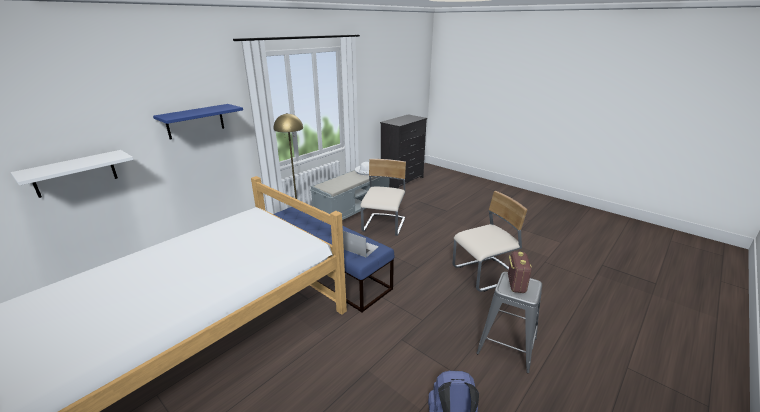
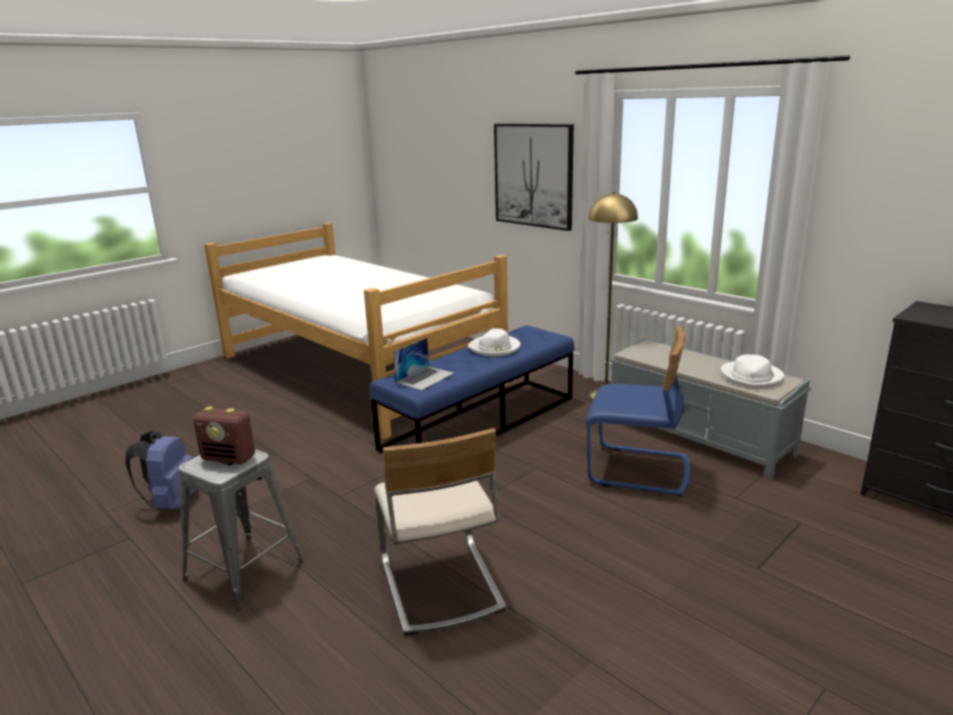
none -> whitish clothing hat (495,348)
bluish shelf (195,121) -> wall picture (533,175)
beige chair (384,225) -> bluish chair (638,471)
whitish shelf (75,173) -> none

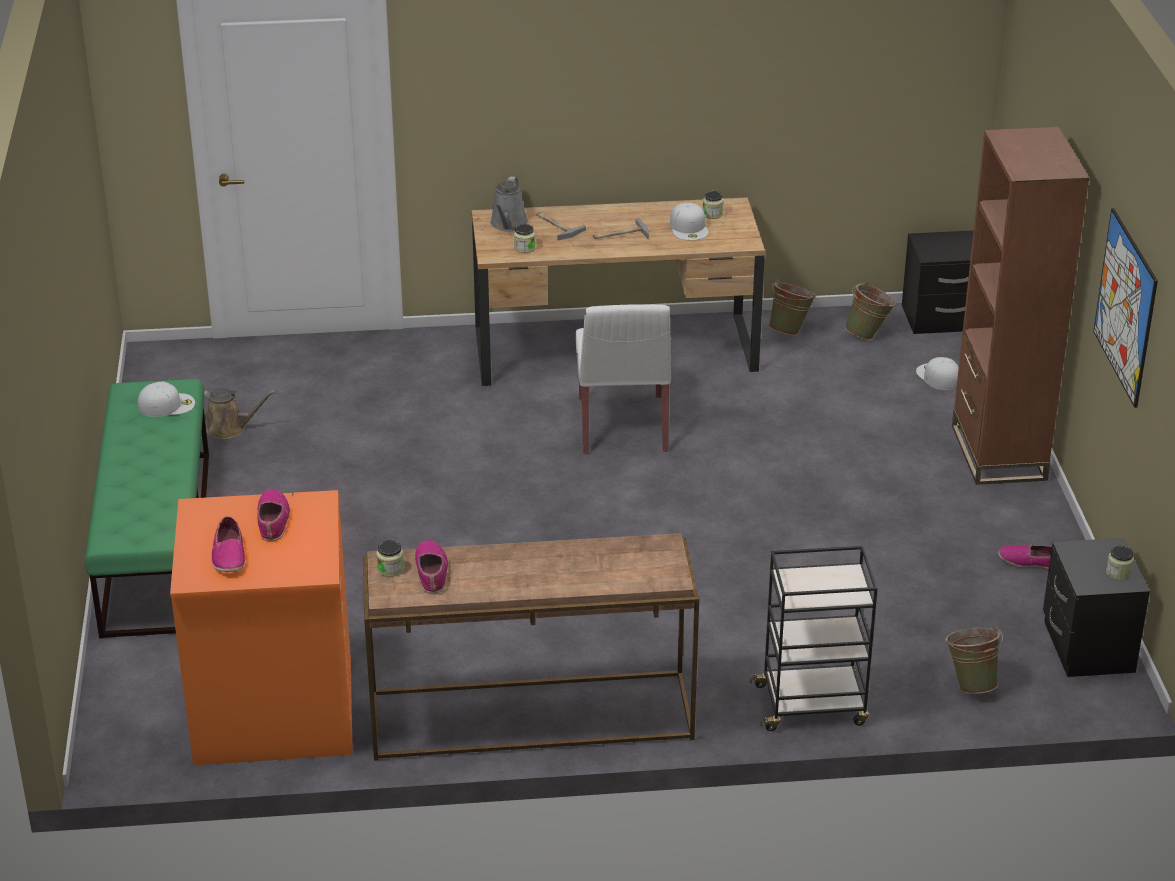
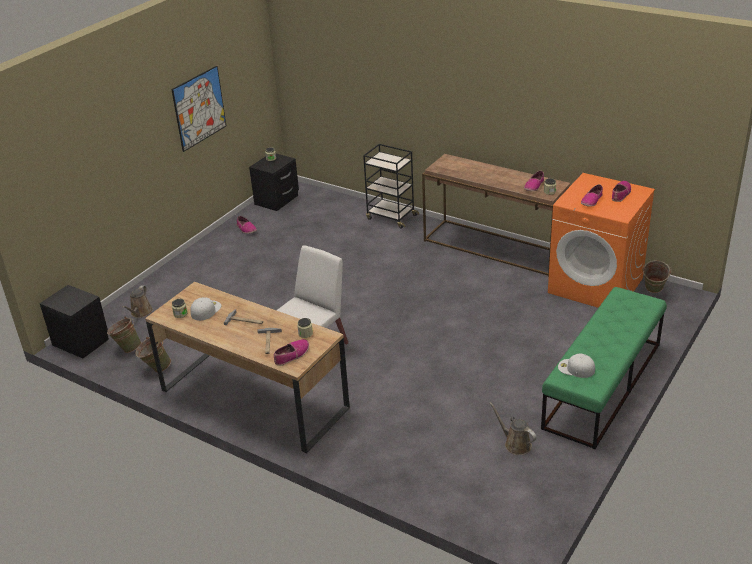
whitish cap (937,376) -> brown watering pot (140,313)
gray watering pot (508,224) -> shoe (292,355)
green-coloured pail (970,683) -> green-coloured pail (653,292), relocated
brown bookcase (998,453) -> none

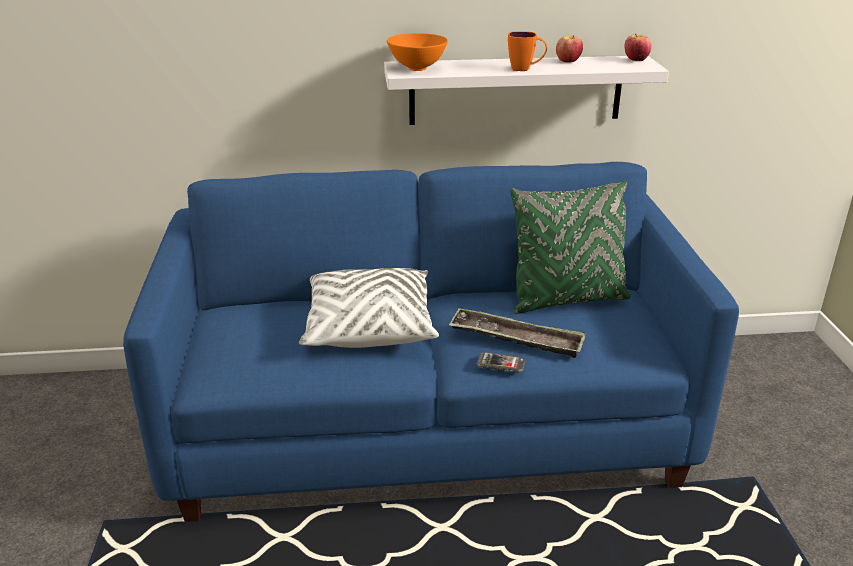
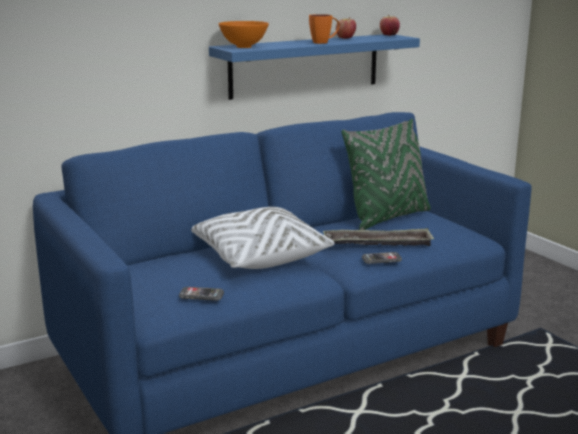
none -> handset (201,295)
whitish shelf (516,90) -> bluish shelf (305,65)

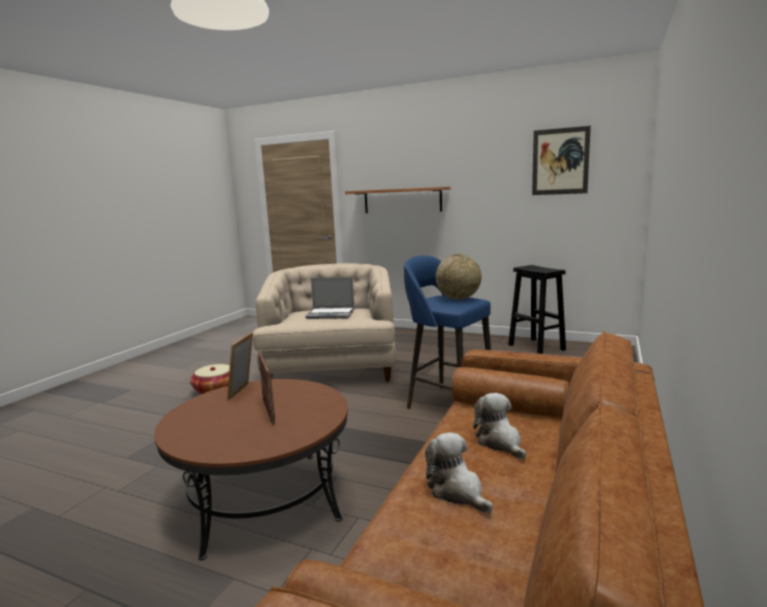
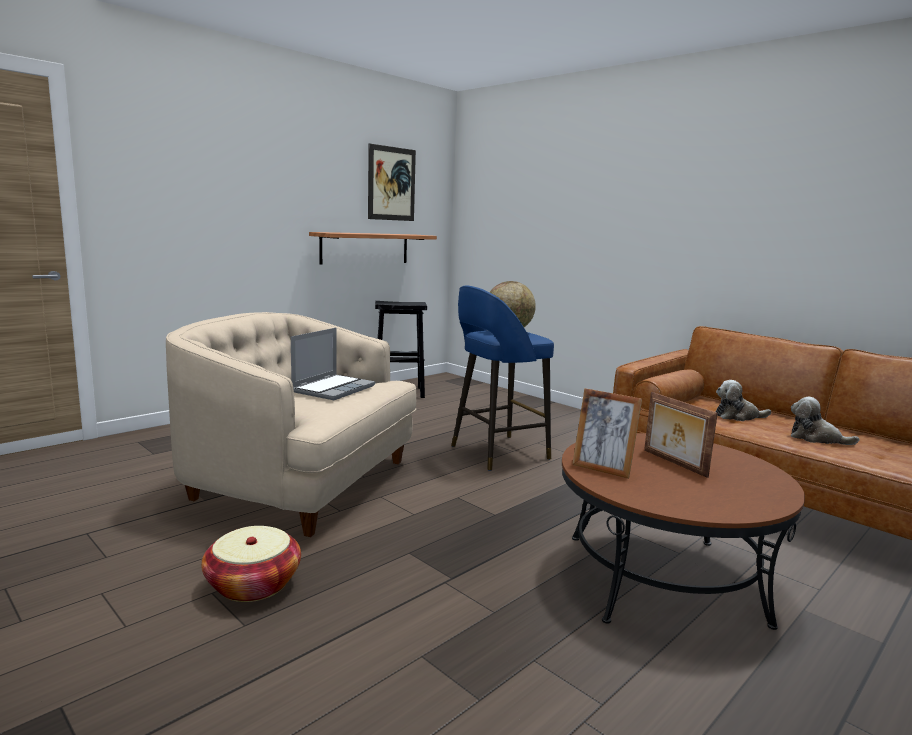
shelf (402,200) -> shelf (365,248), relocated
photo frame (269,411) -> photo frame (673,463), 120 degrees counterclockwise
cuddly toy (457,491) -> cuddly toy (816,438), 45 degrees clockwise

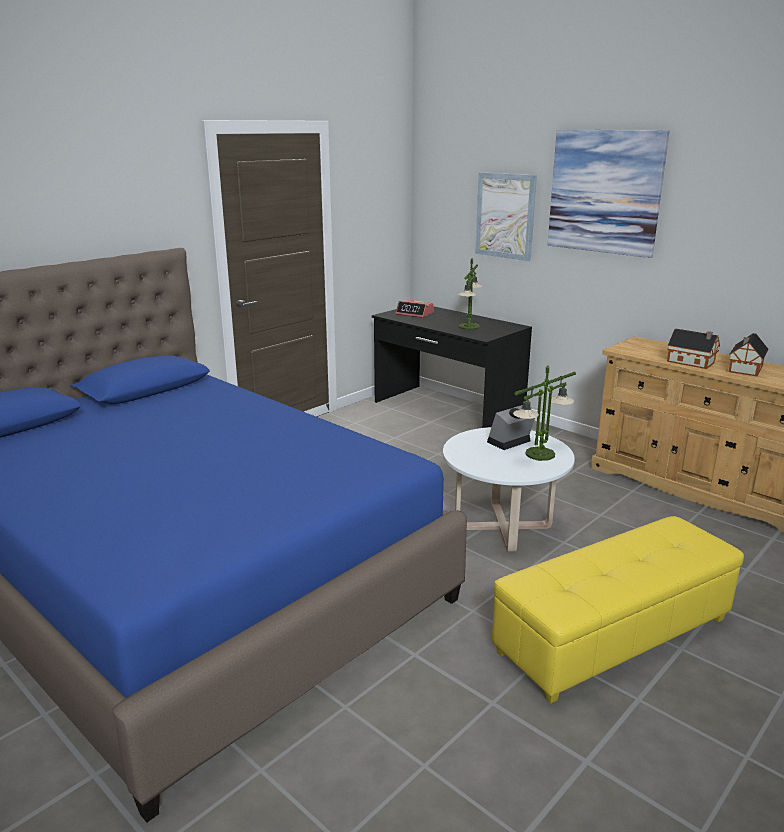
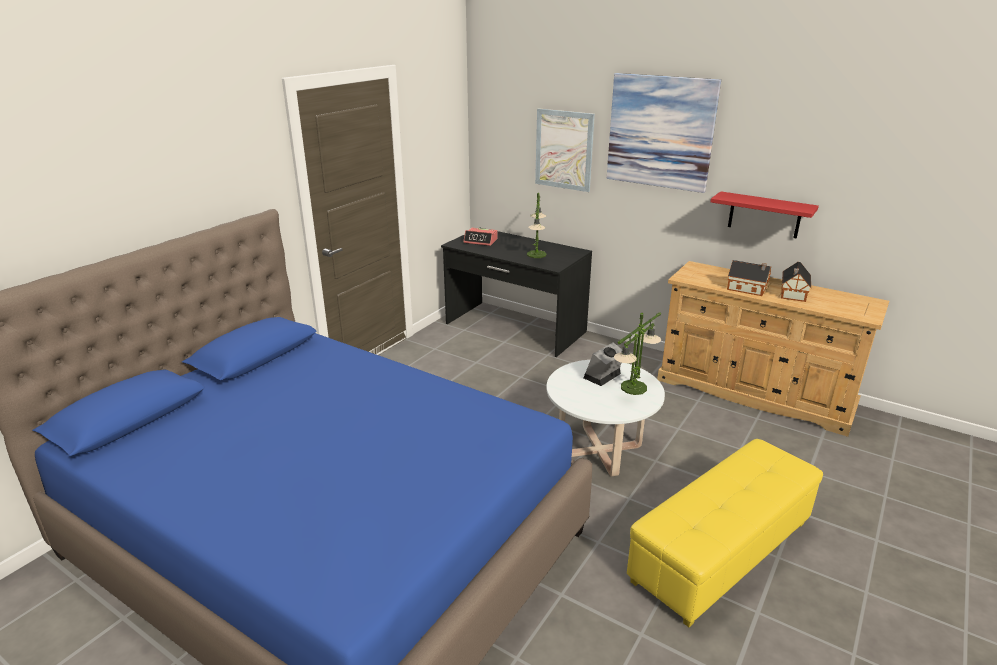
none -> red-coloured shelf (764,215)

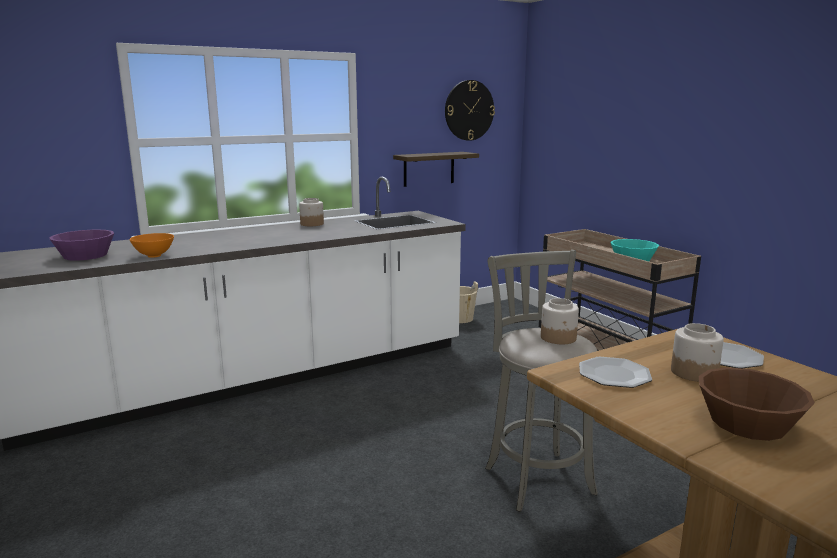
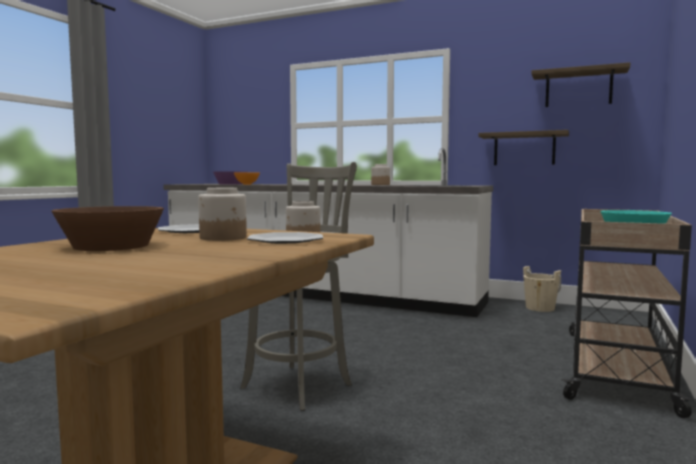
wall clock (469,110) -> shelf (578,88)

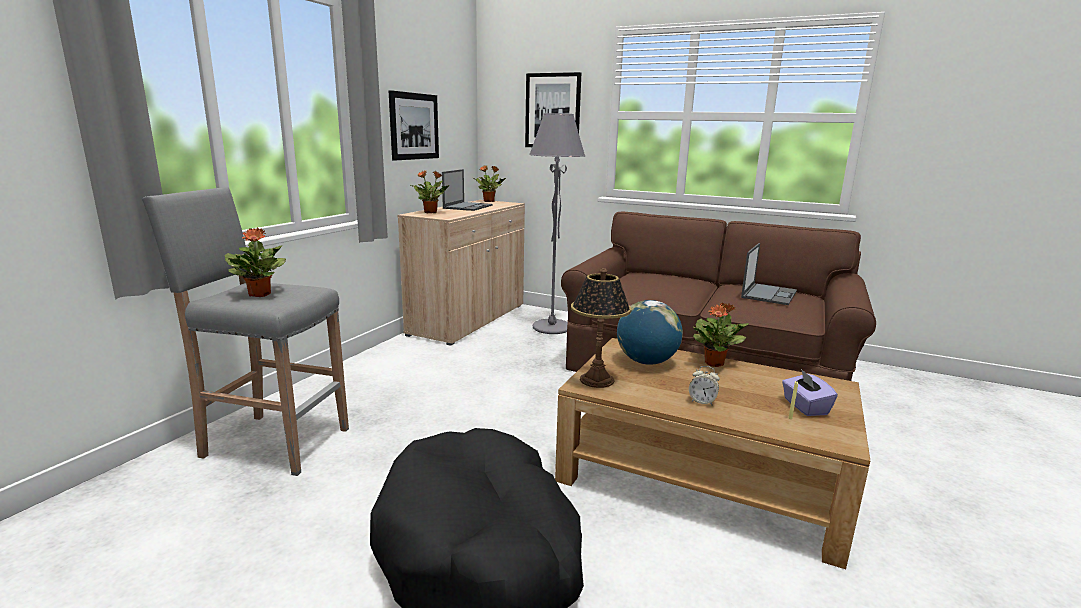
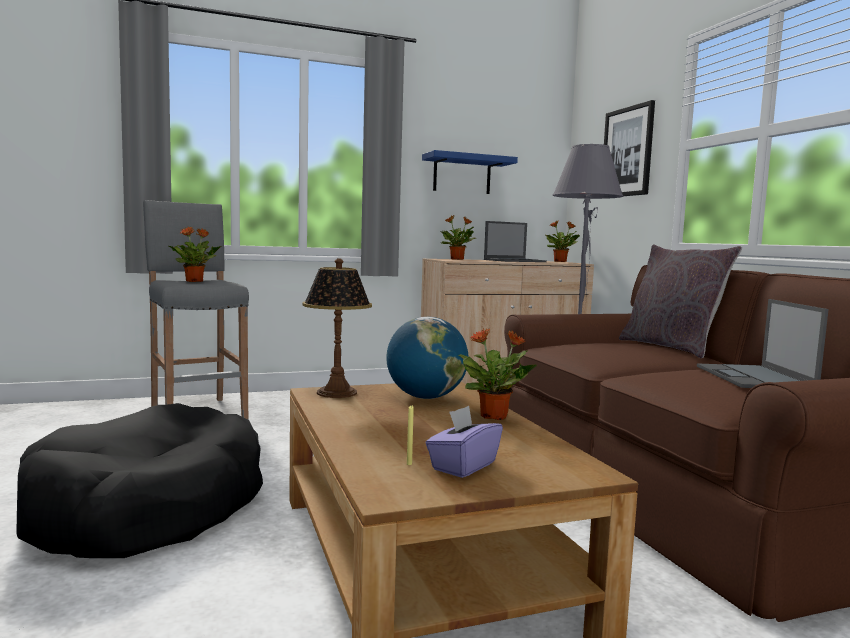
wall picture (414,126) -> bluish shelf (462,175)
none -> gray throw pillow (671,347)
portable computer (769,294) -> portable computer (754,378), 105 degrees clockwise
bedside clock (702,401) -> none

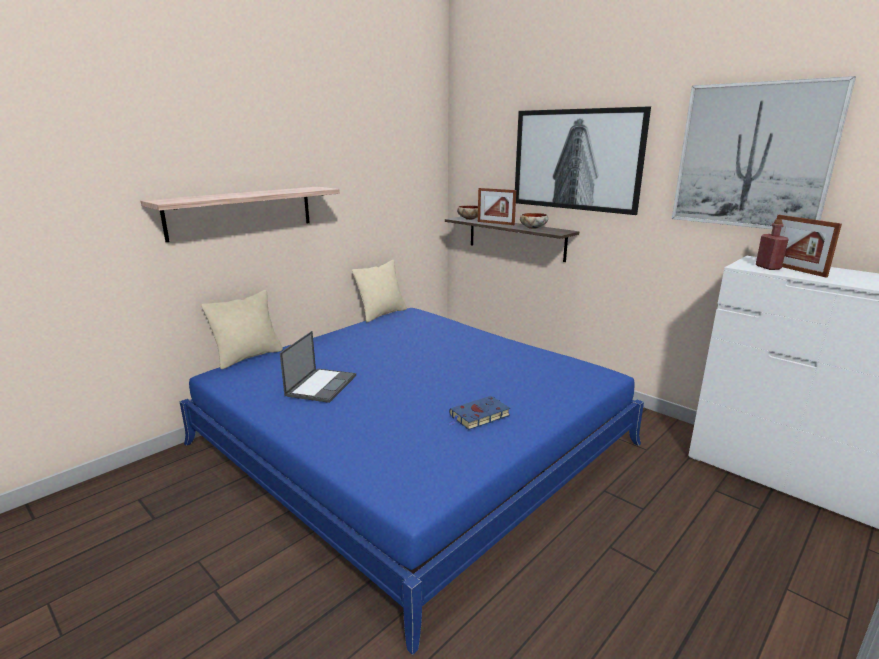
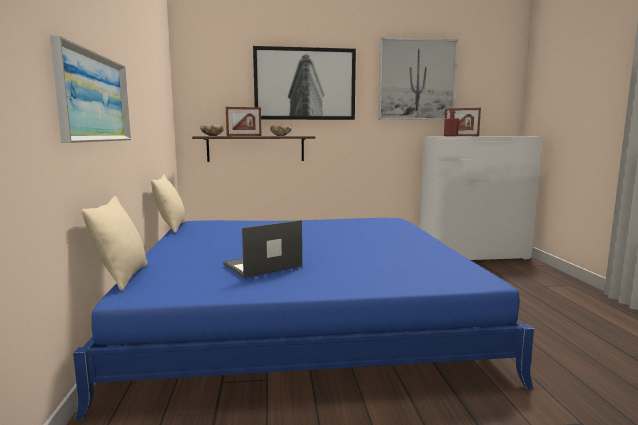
shelf (241,212) -> wall picture (94,98)
portable computer (321,385) -> portable computer (262,266), 90 degrees counterclockwise
bluish bound book (478,416) -> none

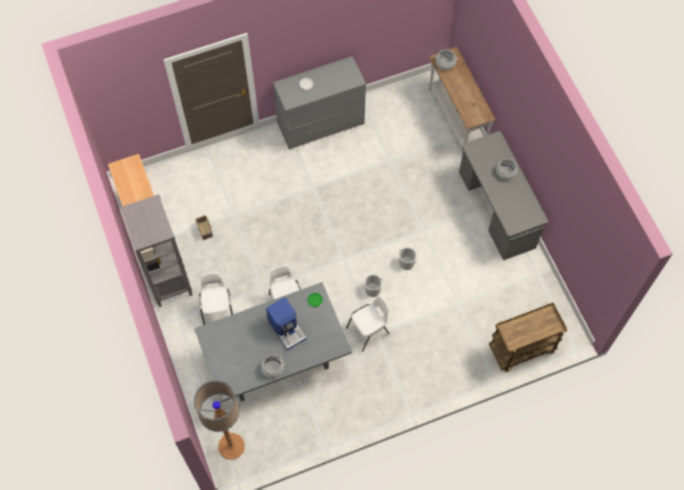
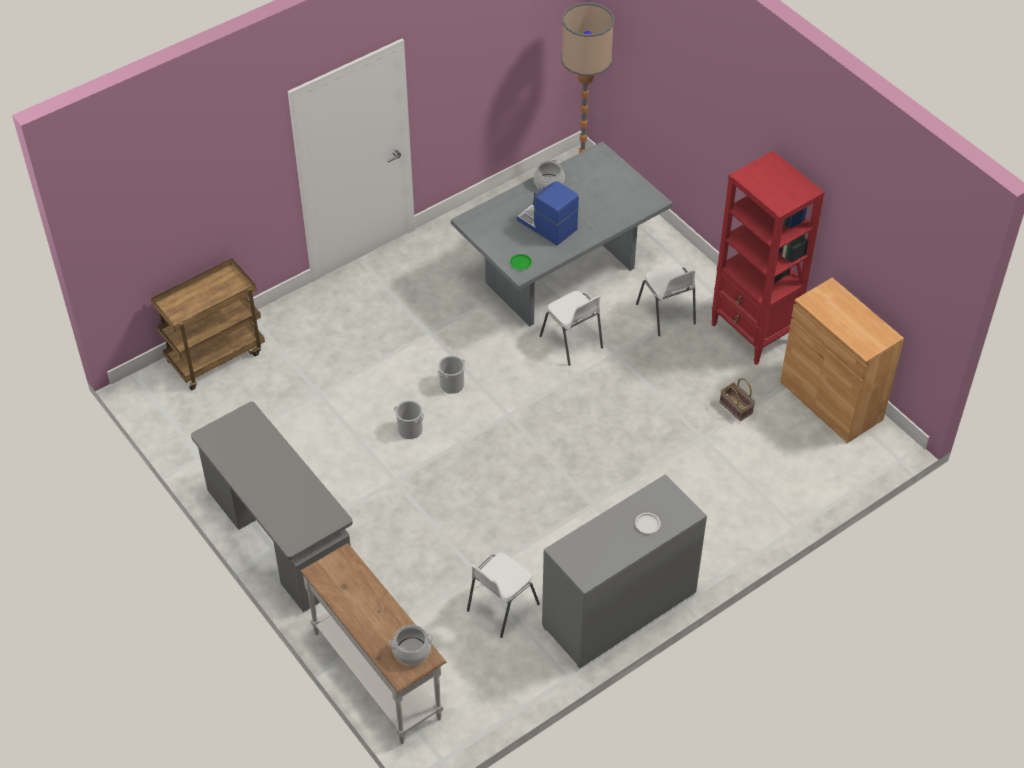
whitish chair (369,330) -> whitish chair (501,608), relocated
gray bookcase (169,281) -> red-coloured bookcase (753,333)
saucepot (505,172) -> none

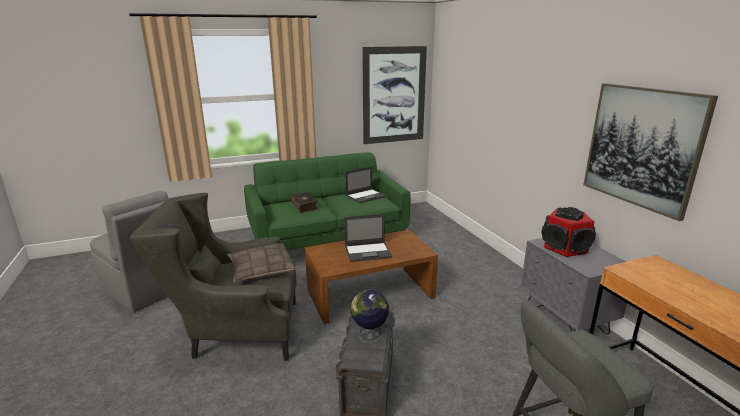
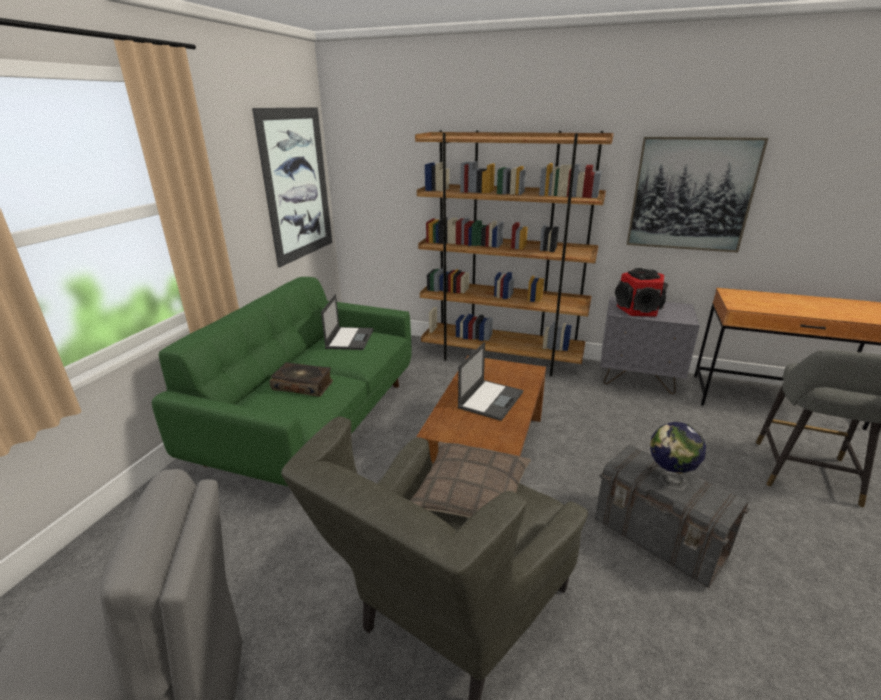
none -> brown bookcase (501,358)

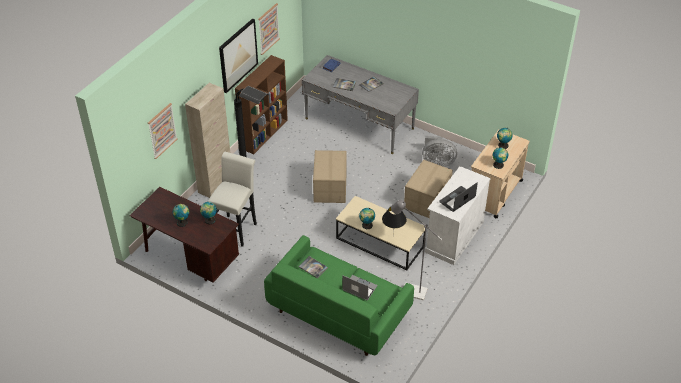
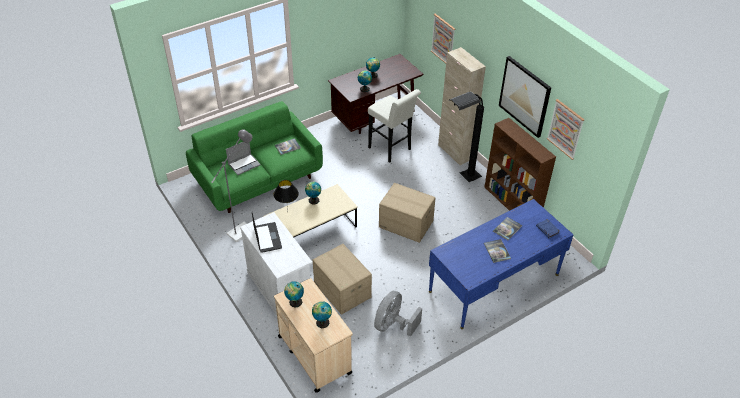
gray desk unit (359,123) -> bluish desk unit (494,283)

